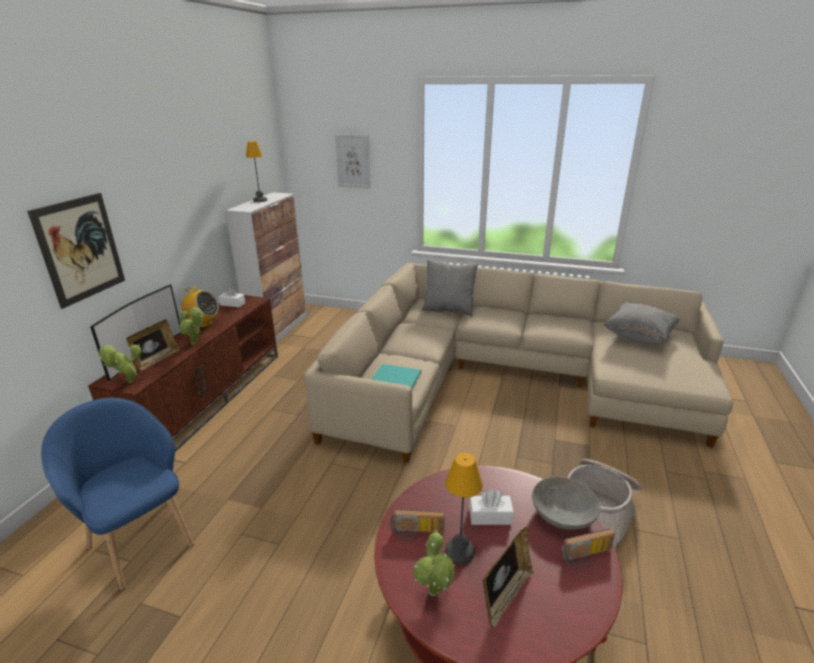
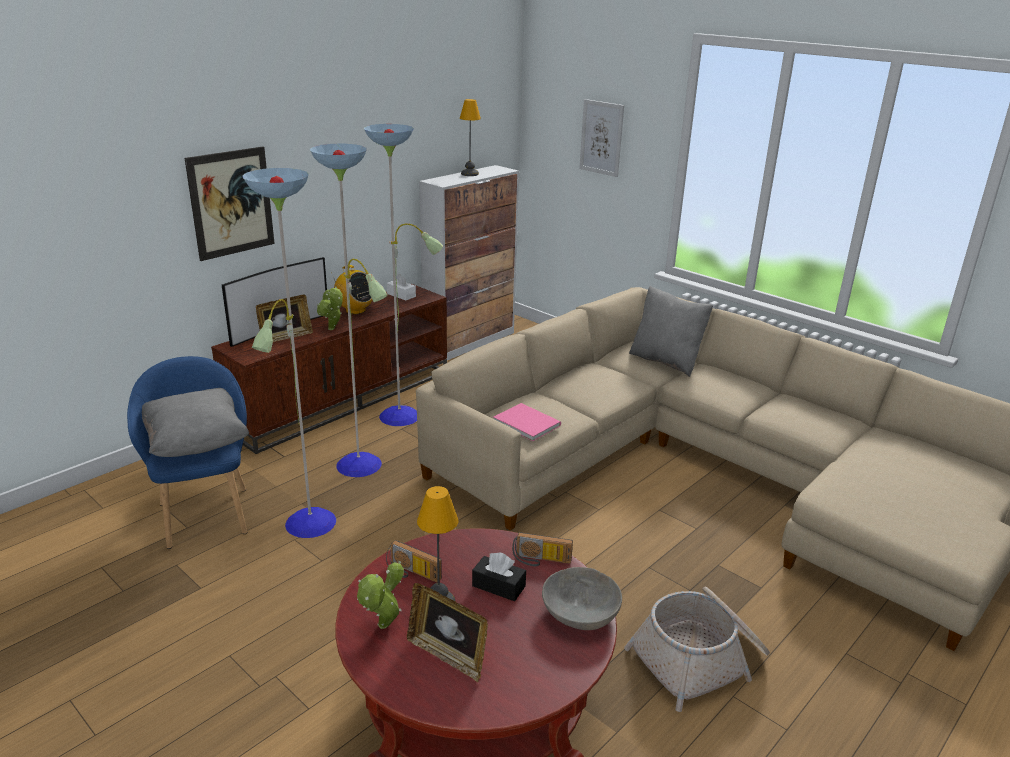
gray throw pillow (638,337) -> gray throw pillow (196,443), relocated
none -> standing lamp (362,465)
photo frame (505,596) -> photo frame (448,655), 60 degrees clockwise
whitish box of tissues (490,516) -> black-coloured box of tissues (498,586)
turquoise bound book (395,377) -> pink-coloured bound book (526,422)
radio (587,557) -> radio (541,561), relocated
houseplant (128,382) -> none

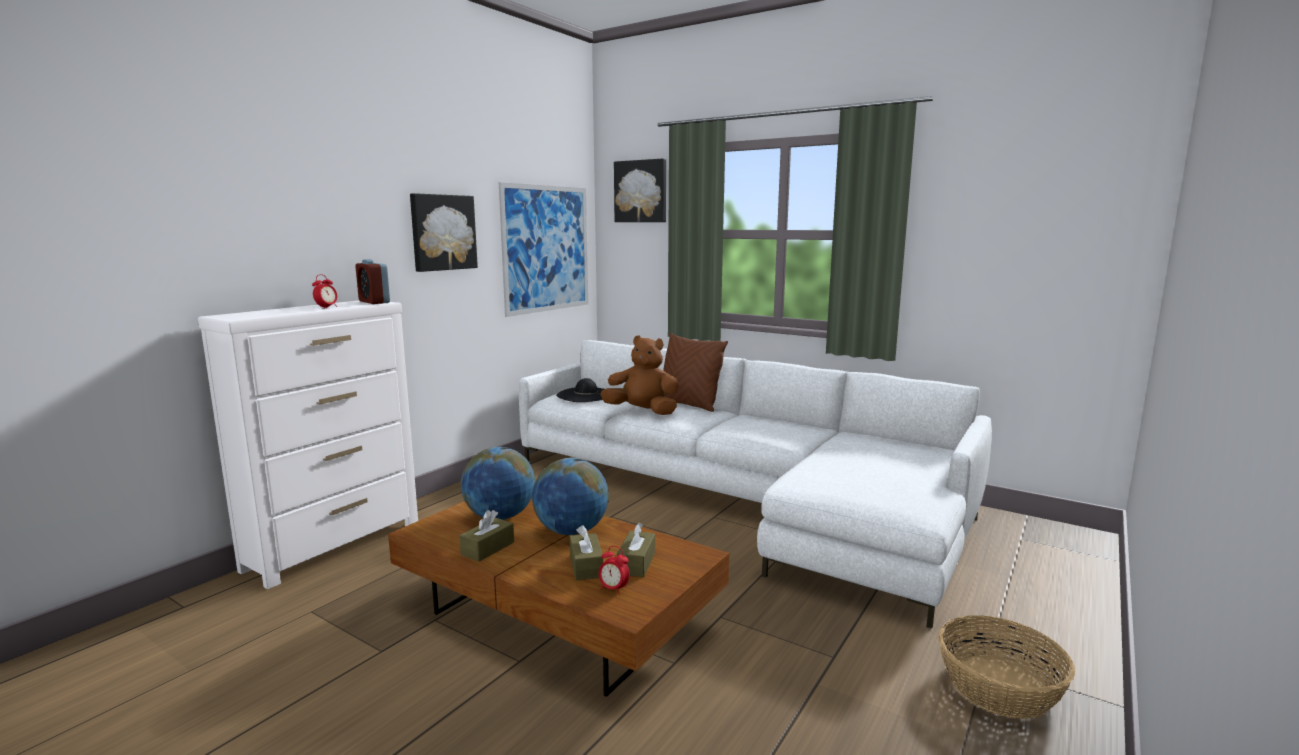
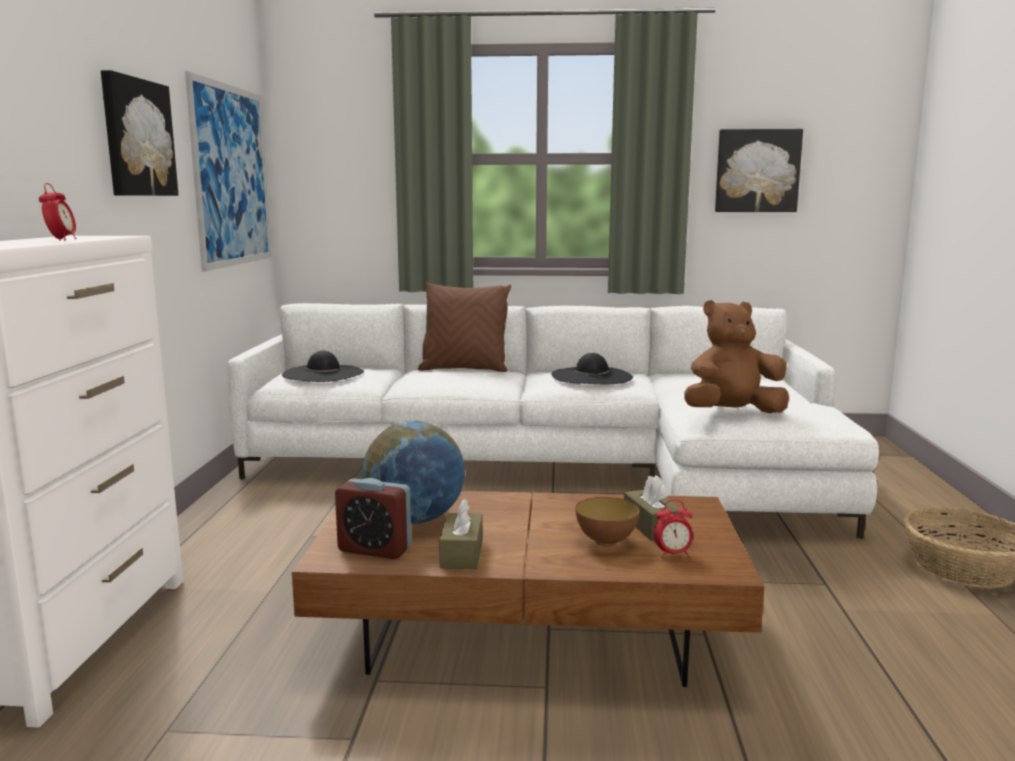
bedside clock (374,302) -> bedside clock (375,549), relocated
none -> black-coloured clothing hat (591,376)
brown box of tissues (586,566) -> bowl (606,542)
brown cuddly toy (642,412) -> brown cuddly toy (732,413), relocated
wall picture (641,191) -> wall picture (757,171), relocated
desk globe (571,531) -> none

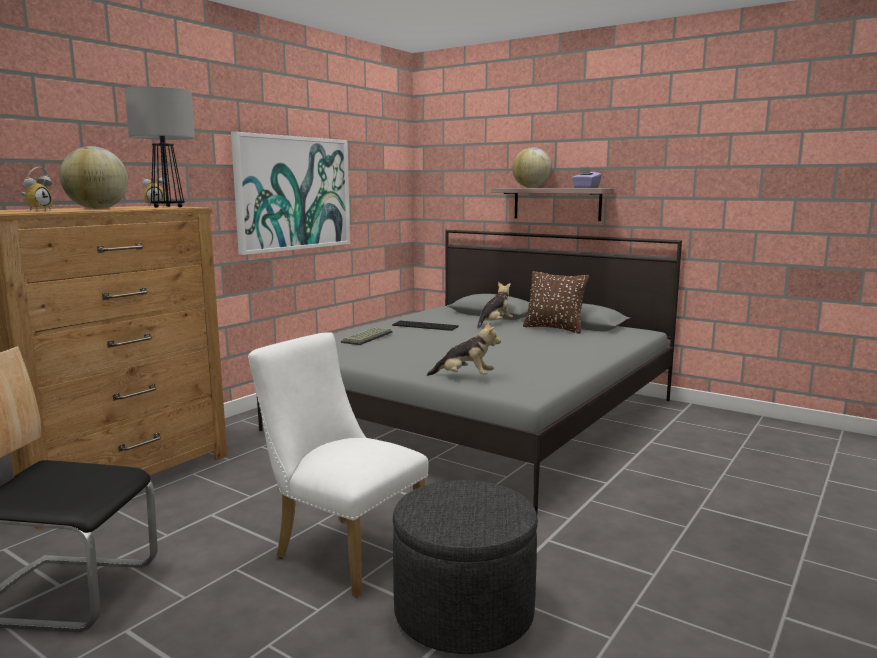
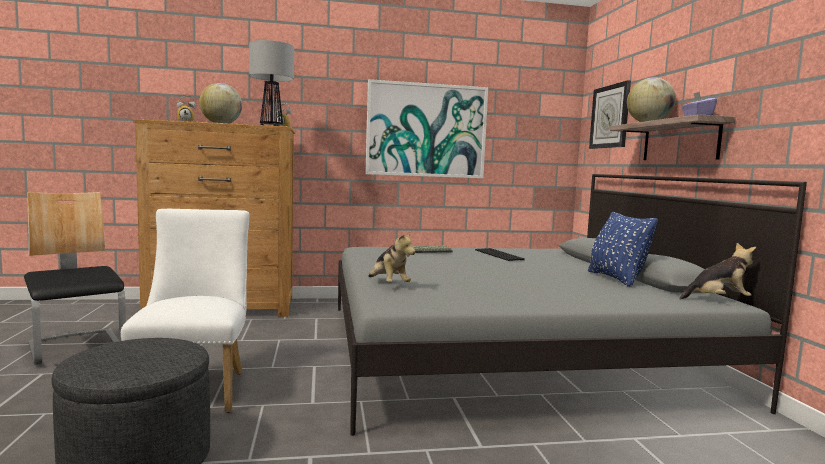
brown throw pillow (554,329) -> bluish throw pillow (616,279)
none -> wall clock (610,116)
cuddly toy (495,324) -> cuddly toy (717,300), relocated

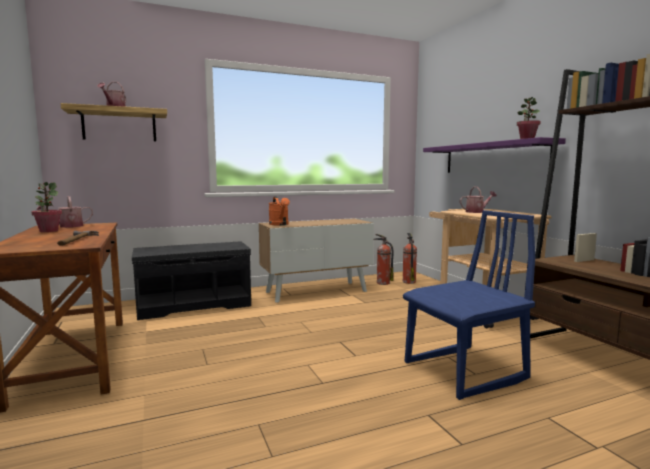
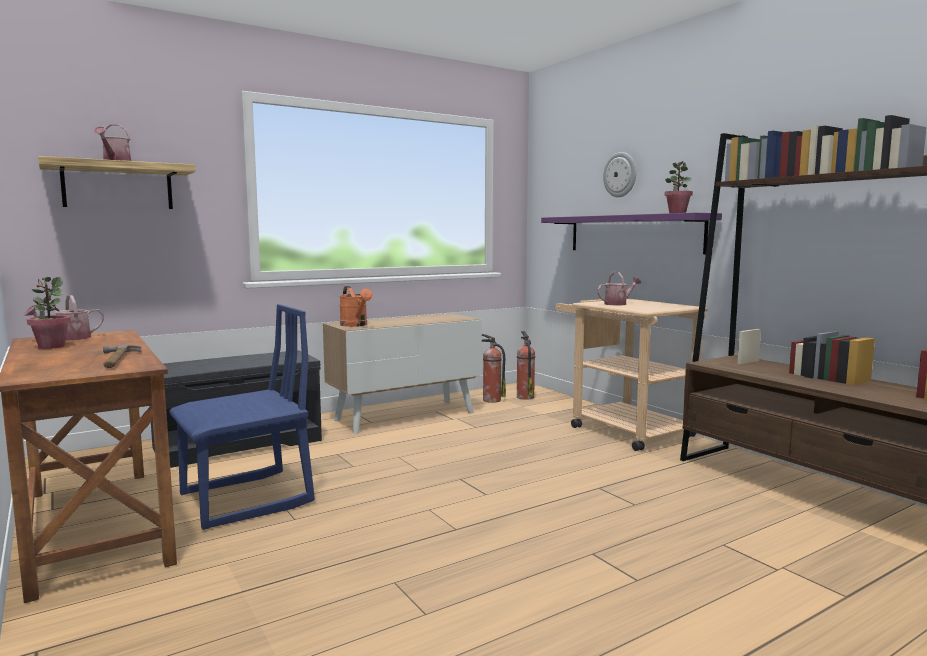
bluish chair (465,372) -> bluish chair (246,499), relocated
none -> wall clock (620,174)

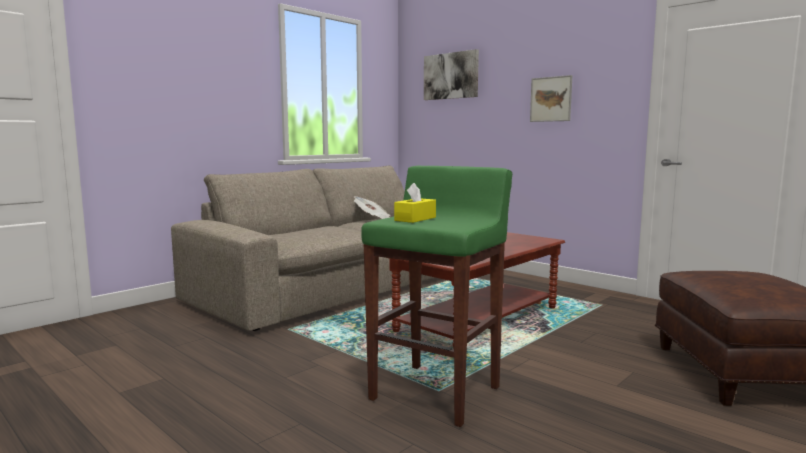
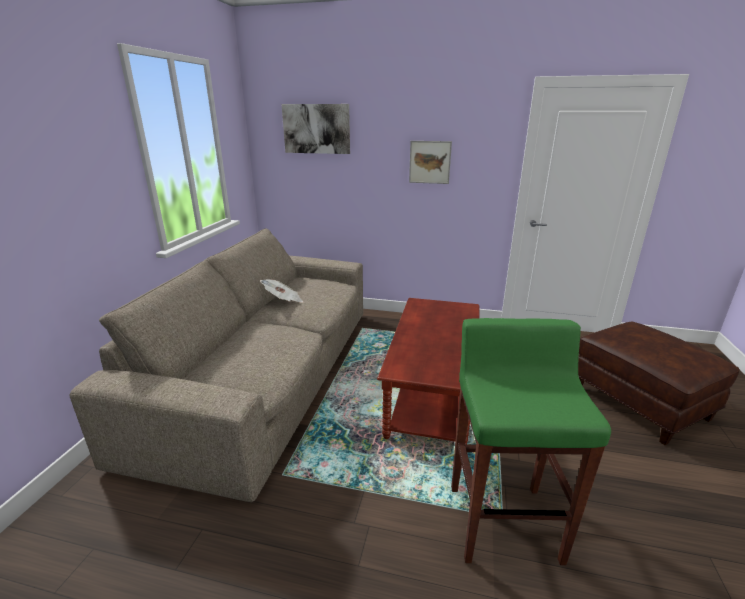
yellow-coloured box of tissues (415,219) -> none

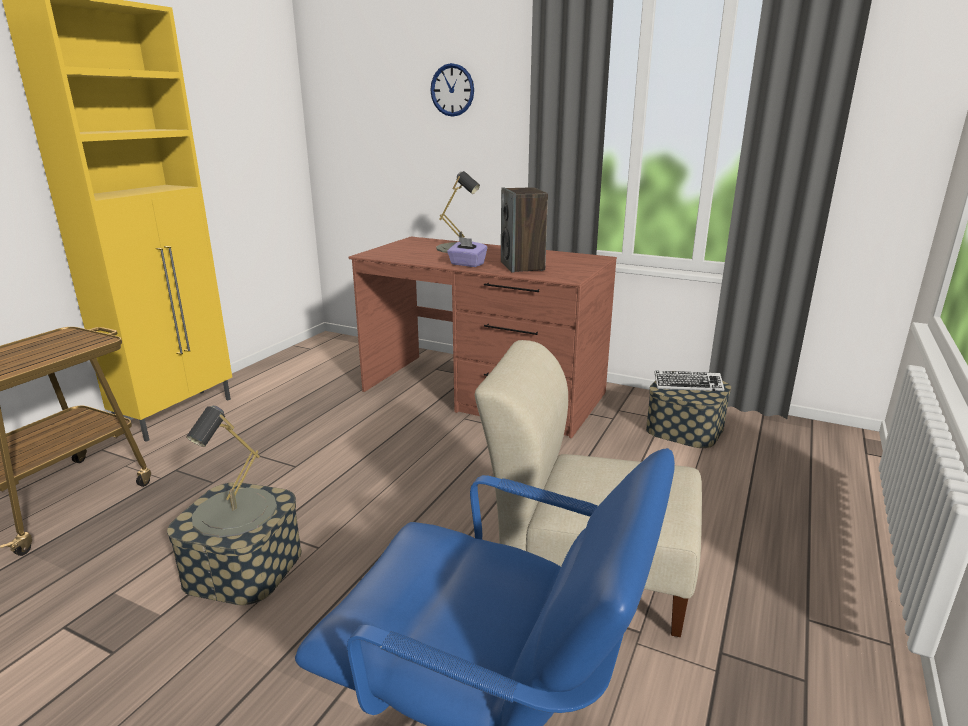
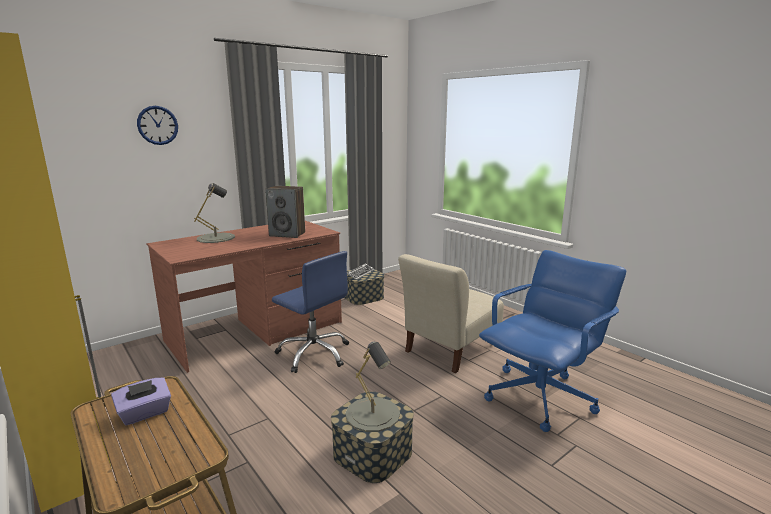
purple box of tissues (467,264) -> purple box of tissues (145,413), relocated
none -> bluish computer chair (314,353)

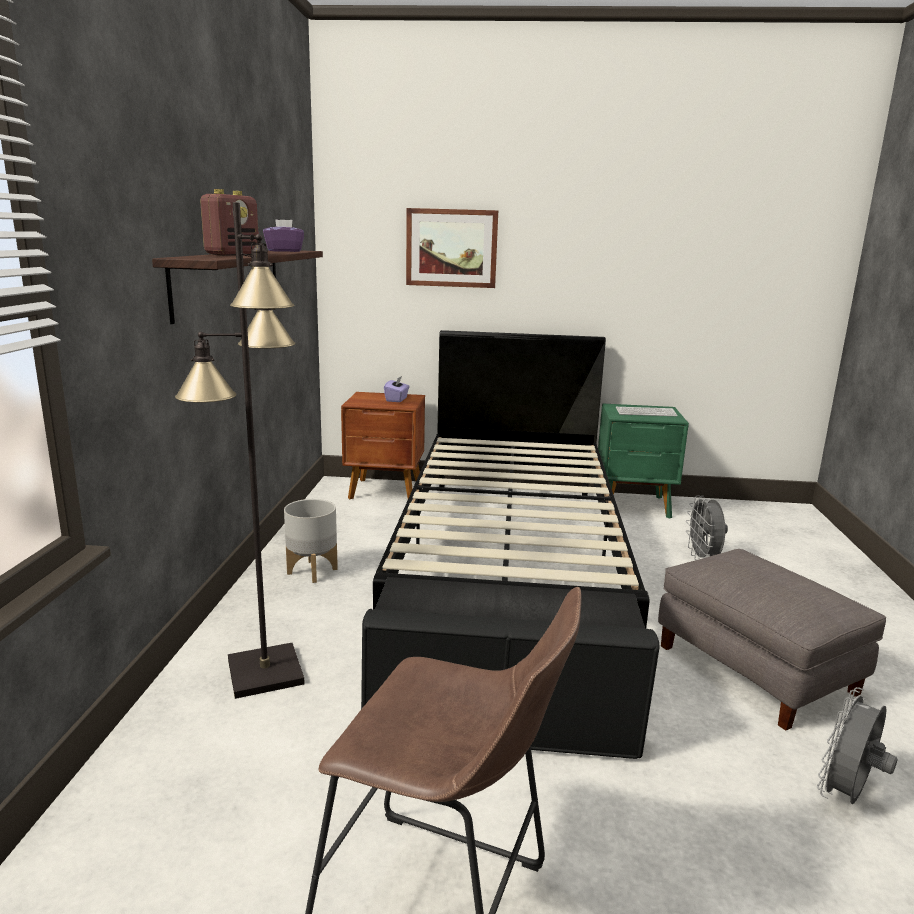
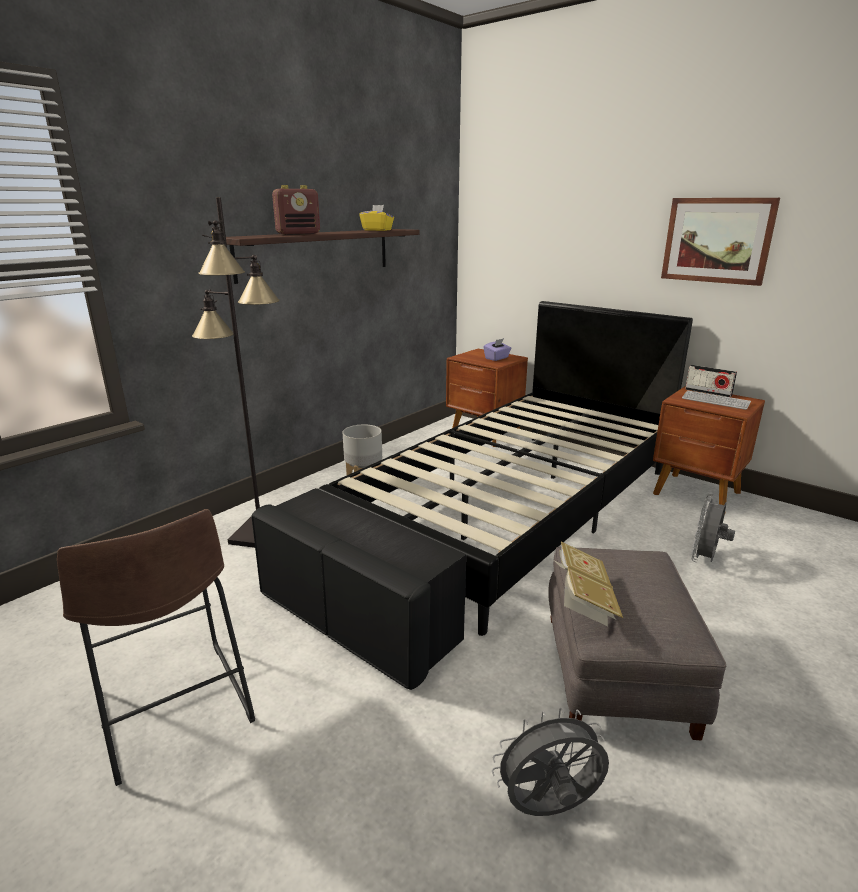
purple box of tissues (284,251) -> yellow-coloured box of tissues (377,230)
none -> bound book (583,600)
green-coloured night table (634,506) -> brown night table (697,494)
wall picture (451,248) -> wall picture (717,240), relocated
none -> radio (708,392)

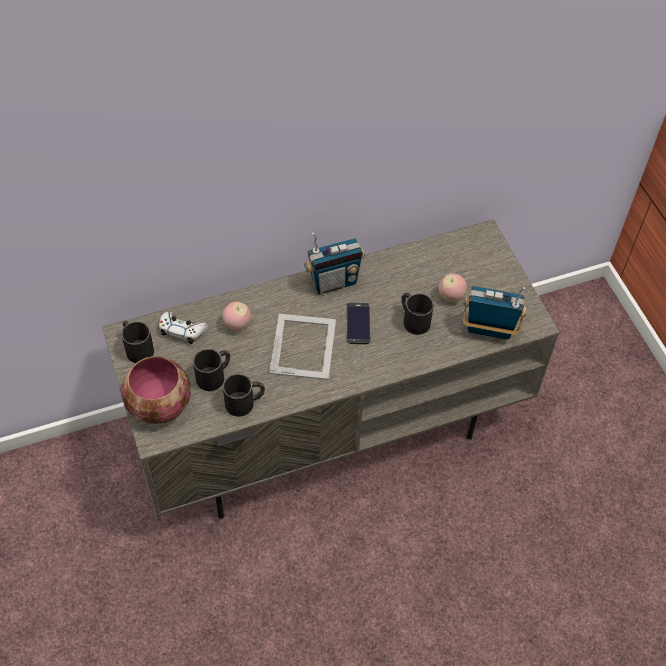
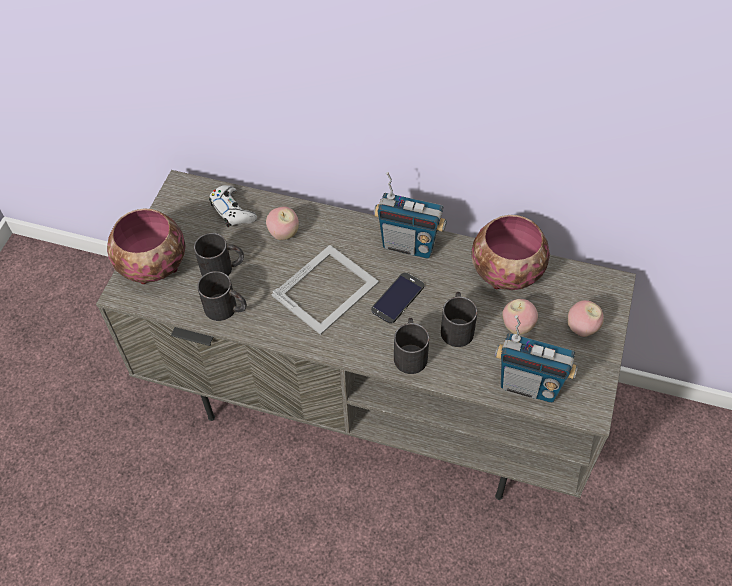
black-coloured coffee mug (136,347) -> black-coloured coffee mug (410,352), relocated
none -> bowl (506,274)
radio (489,330) -> radio (529,385), 150 degrees clockwise
none -> apple fruit (581,328)

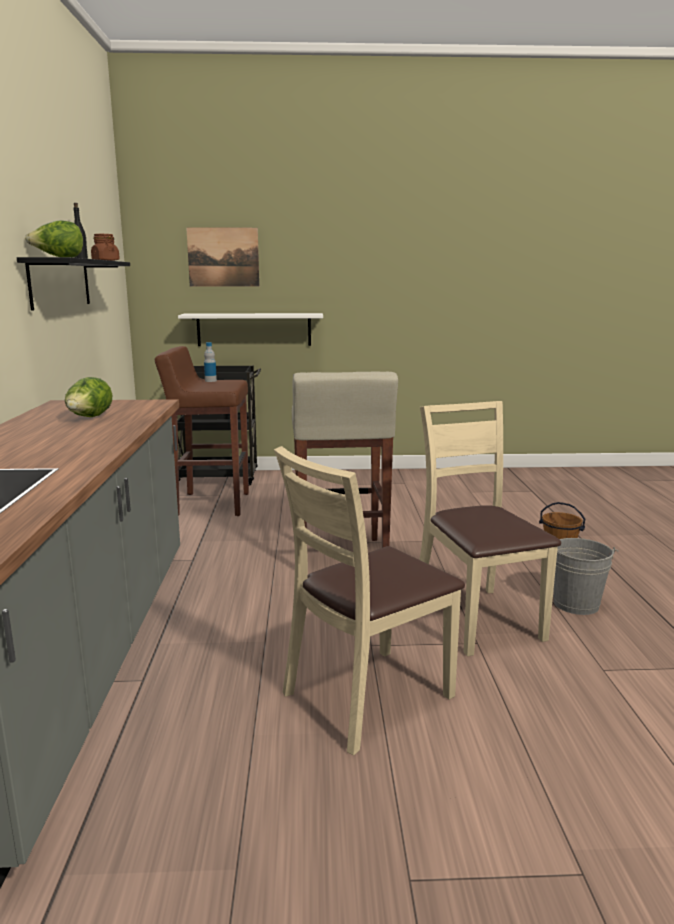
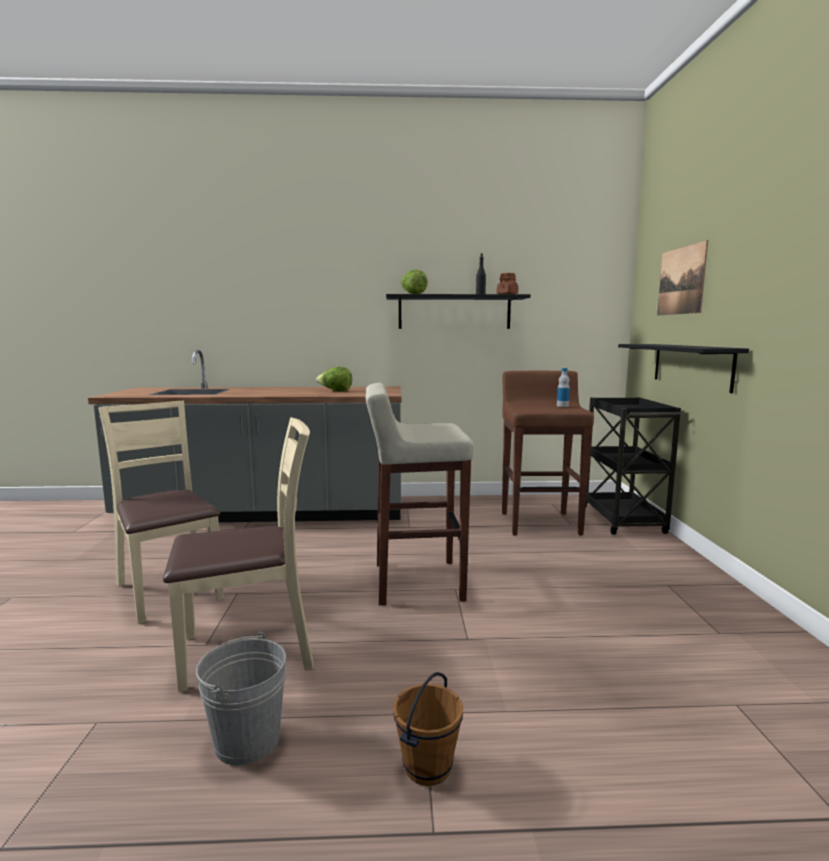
whitish shelf (254,329) -> black-coloured shelf (691,365)

